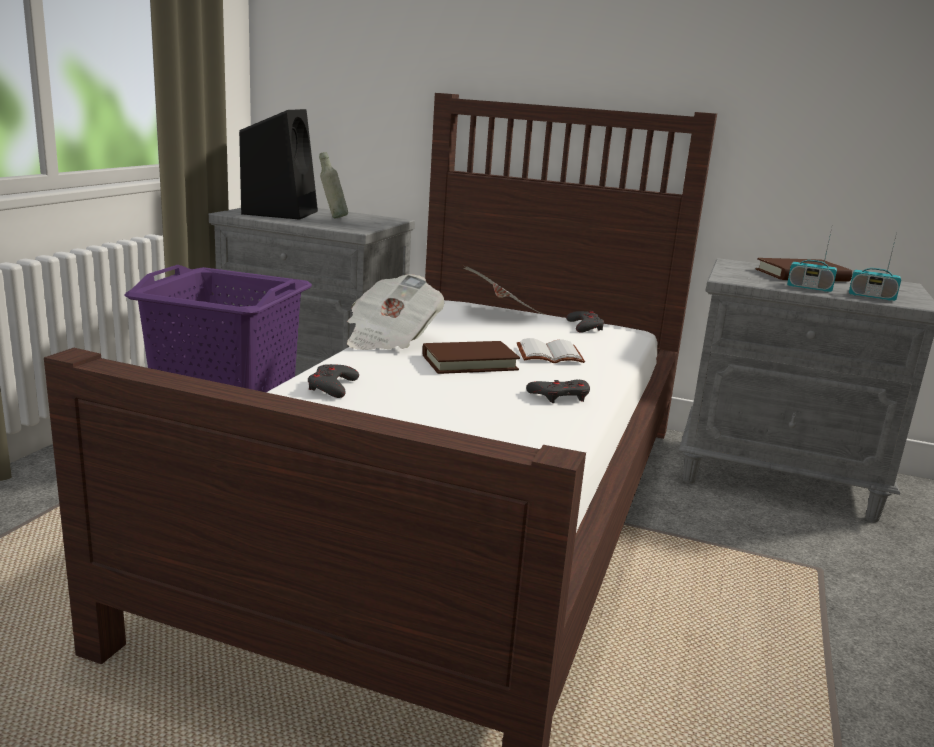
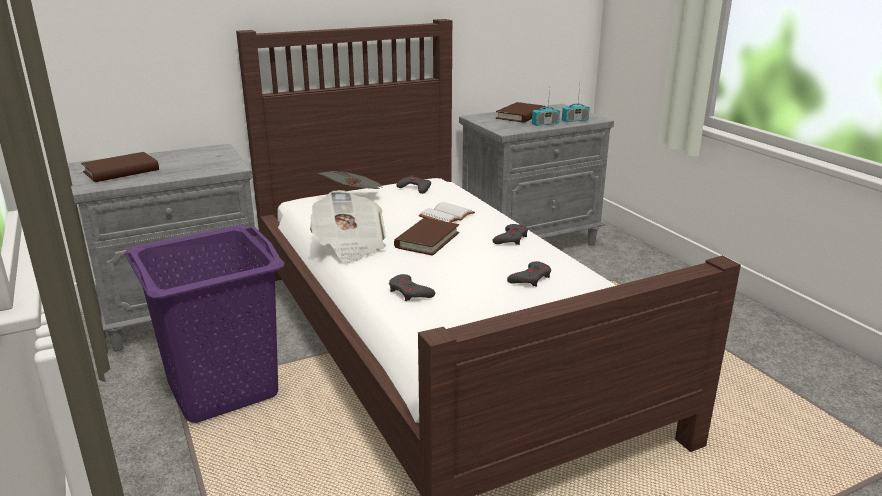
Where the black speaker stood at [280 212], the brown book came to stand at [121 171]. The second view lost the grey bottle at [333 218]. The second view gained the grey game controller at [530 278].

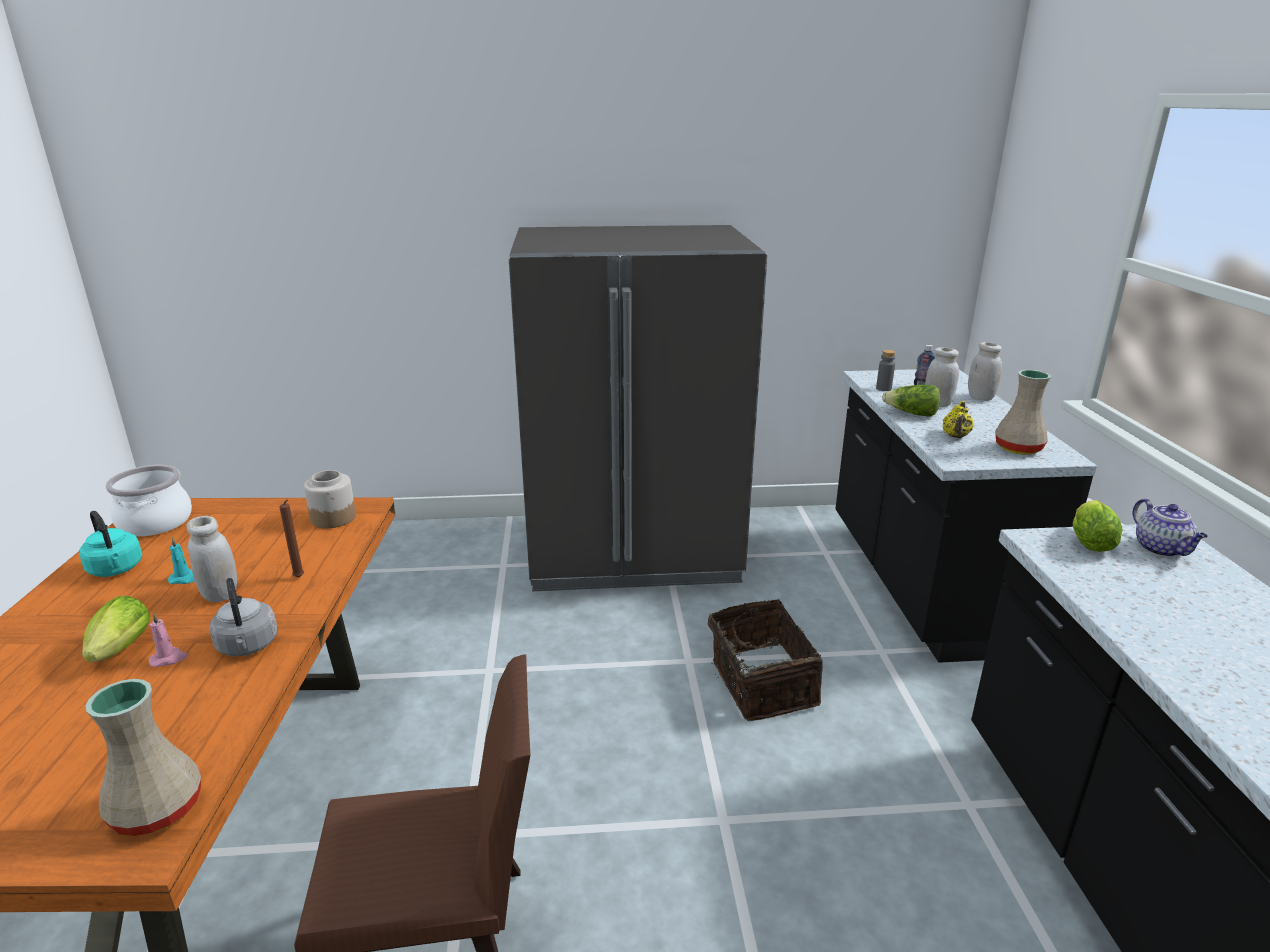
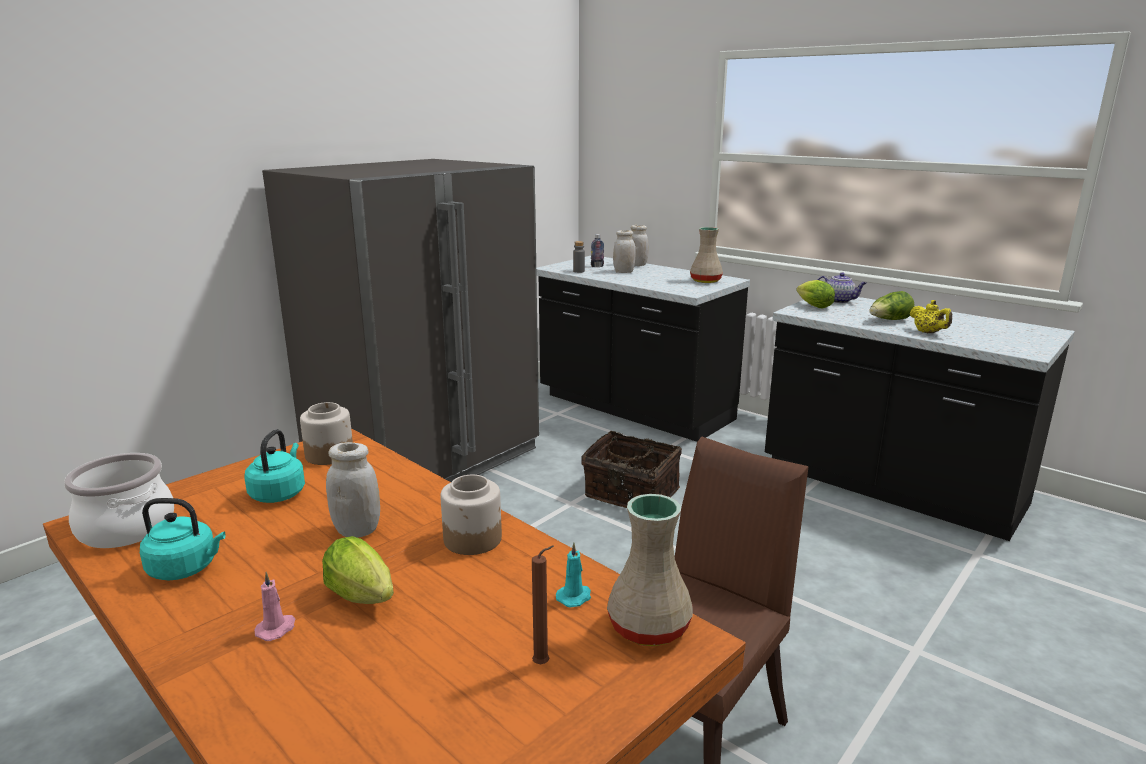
The lettuce ended up elsewhere, having gone from [911 414] to [889 320]. The yellow teapot ended up elsewhere, having gone from [955 436] to [928 332]. The brown candle ended up elsewhere, having gone from [300 578] to [543 664]. The turquoise candle ended up elsewhere, having gone from [185 579] to [575 597]. Where the grey kettle stood at [248 647], the jar came to stand at [473 539]. The pink candle ended up elsewhere, having gone from [169 659] to [277 629]. The second view gained the turquoise kettle at [279 493].

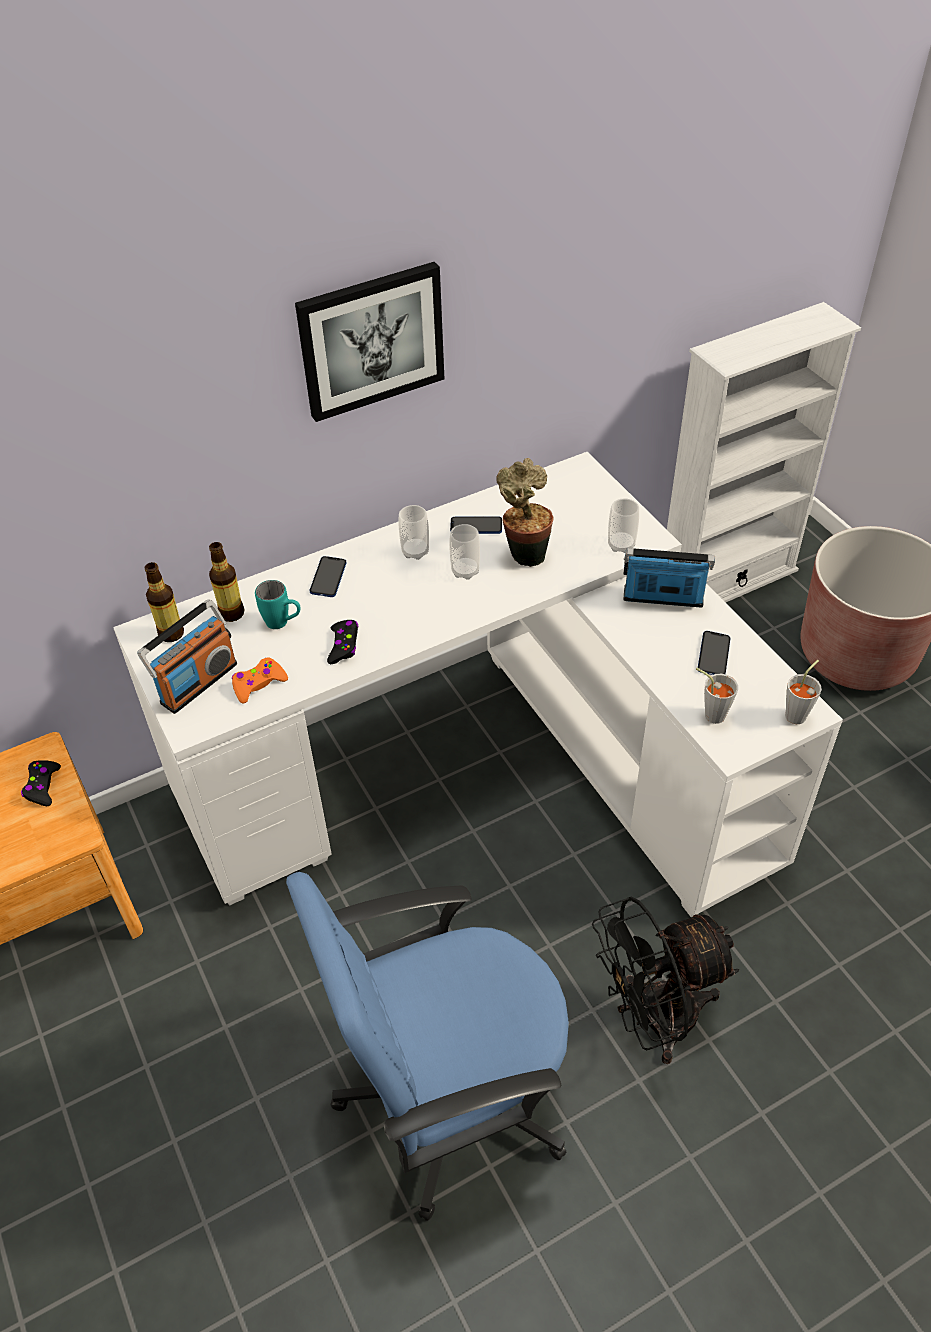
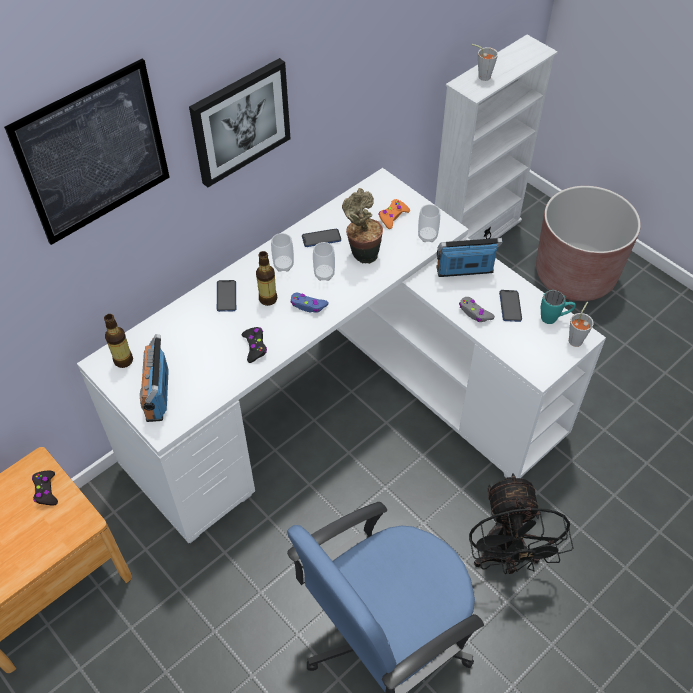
The bottle ended up elsewhere, having gone from [231 613] to [268 299]. The turquoise mug ended up elsewhere, having gone from [283 623] to [554 318]. The radio at [198 683] ended up facing another way, 150 degrees clockwise from before. The orange game controller ended up elsewhere, having gone from [258 684] to [393 216]. The grey cup ended up elsewhere, having gone from [710 713] to [481 76]. The black fan at [653 1018] ended up facing another way, 60 degrees counterclockwise from before. The second view gained the picture at [94 153]. The second view gained the blue game controller at [308 305]. The second view gained the grey game controller at [474 313].

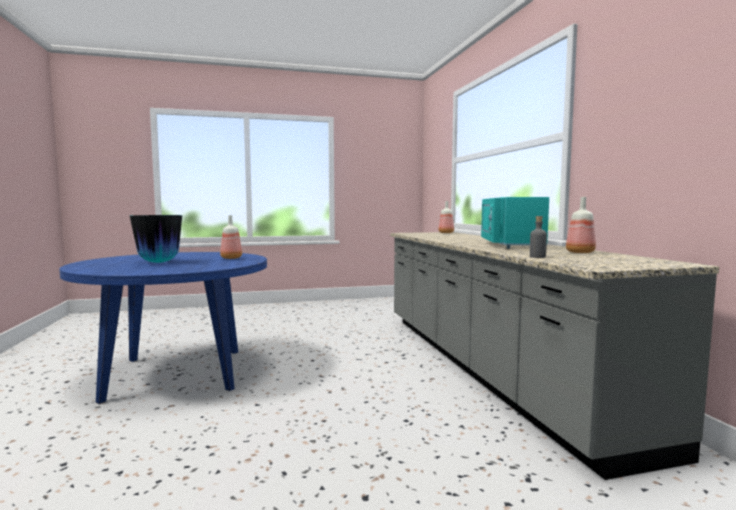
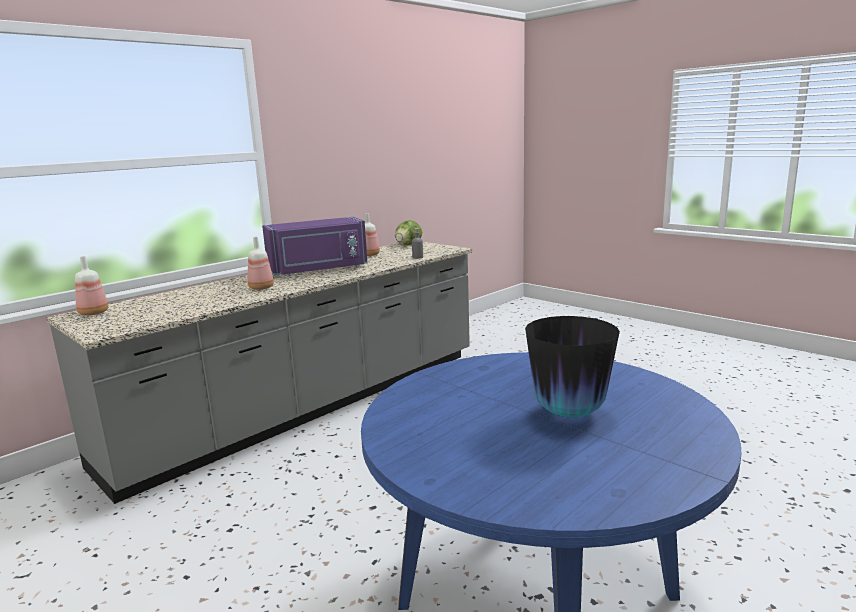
What was the turquoise microwave at [509 245] turned into the purple microwave at [319 270]. The bottle ended up elsewhere, having gone from [230 258] to [261 288]. The second view gained the lettuce at [408 245].

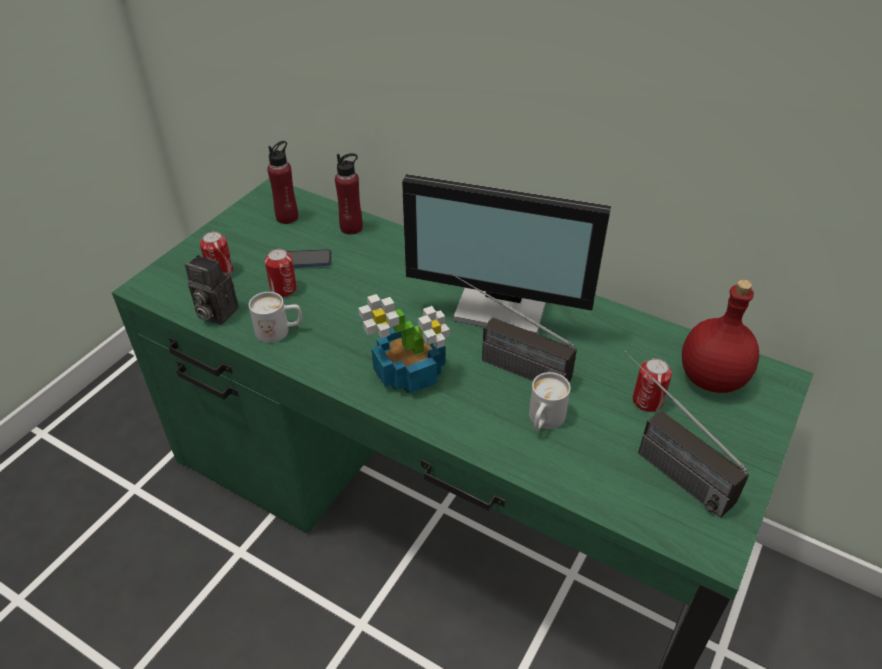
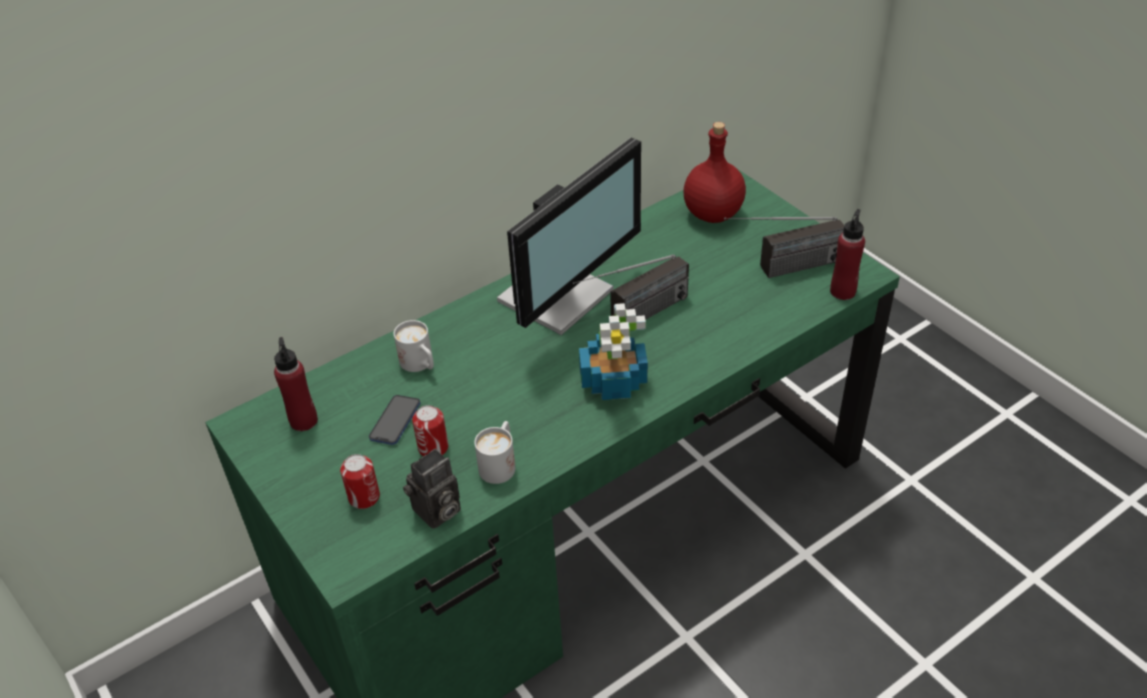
The red bottle ended up elsewhere, having gone from [351 228] to [843 291]. The second view lost the can at [647 401]. The white mug ended up elsewhere, having gone from [543 421] to [420 364].

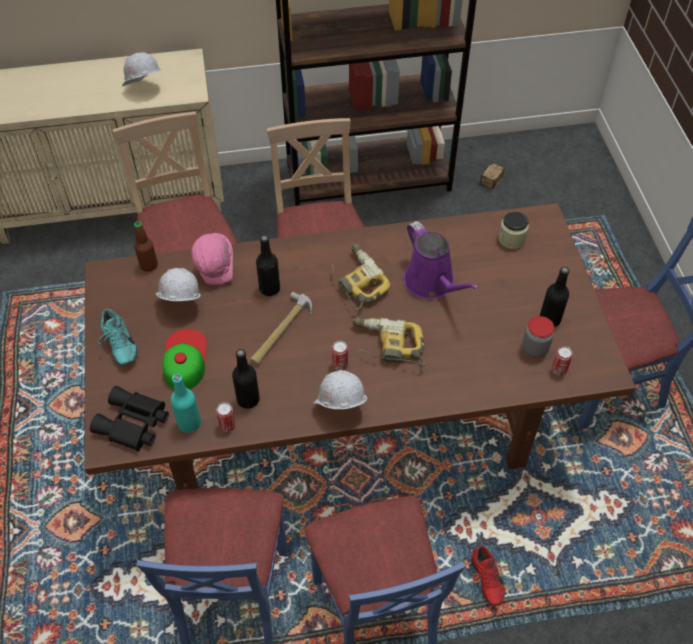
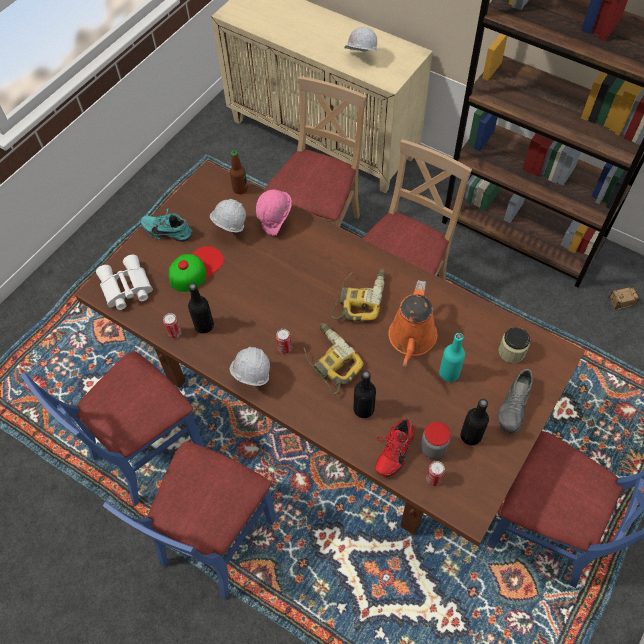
What was the purple watering can at [432 283] turned into the orange watering can at [411 340]. The black bottle ended up elsewhere, having gone from [269 289] to [363 409]. The second view lost the hammer at [280 331]. The turquoise shoe at [118 346] ended up facing another way, 90 degrees clockwise from before. The turquoise bottle ended up elsewhere, having gone from [189 423] to [449 373]. What was the black binoculars at [133 425] turned into the white binoculars at [125 288]. The red shoe ended up elsewhere, having gone from [484 579] to [392 450]. The second view gained the grey shoe at [514 406].

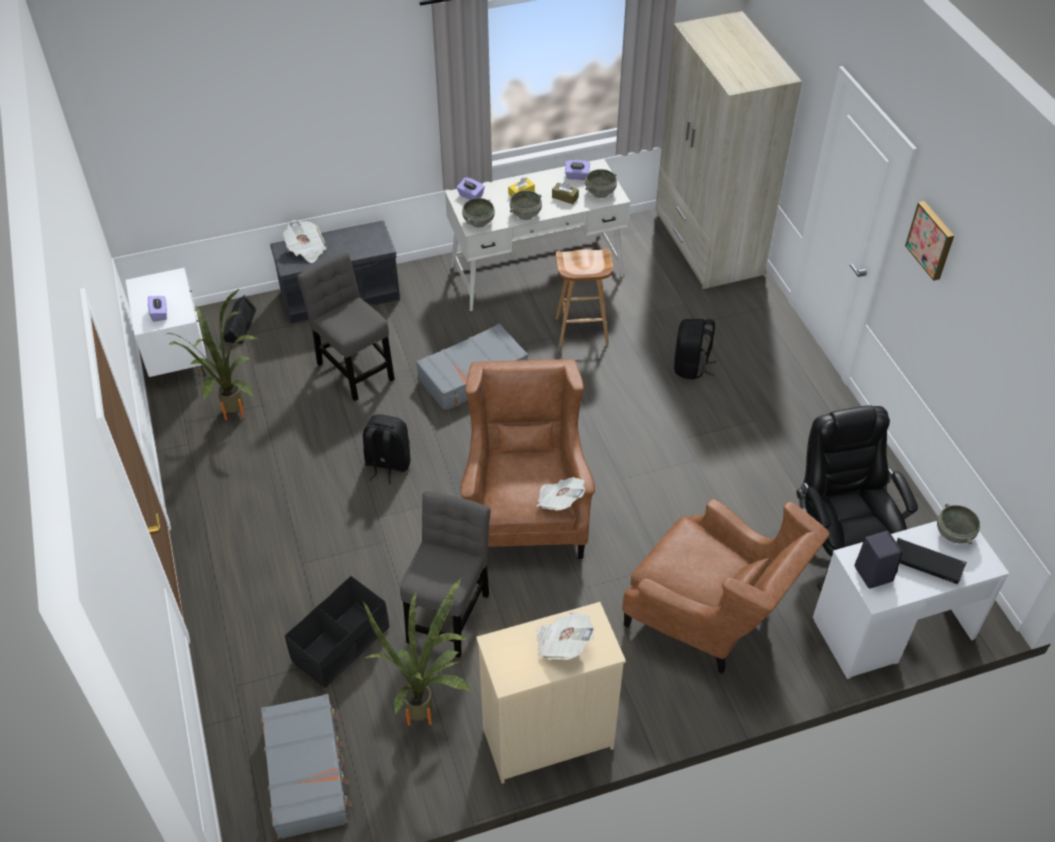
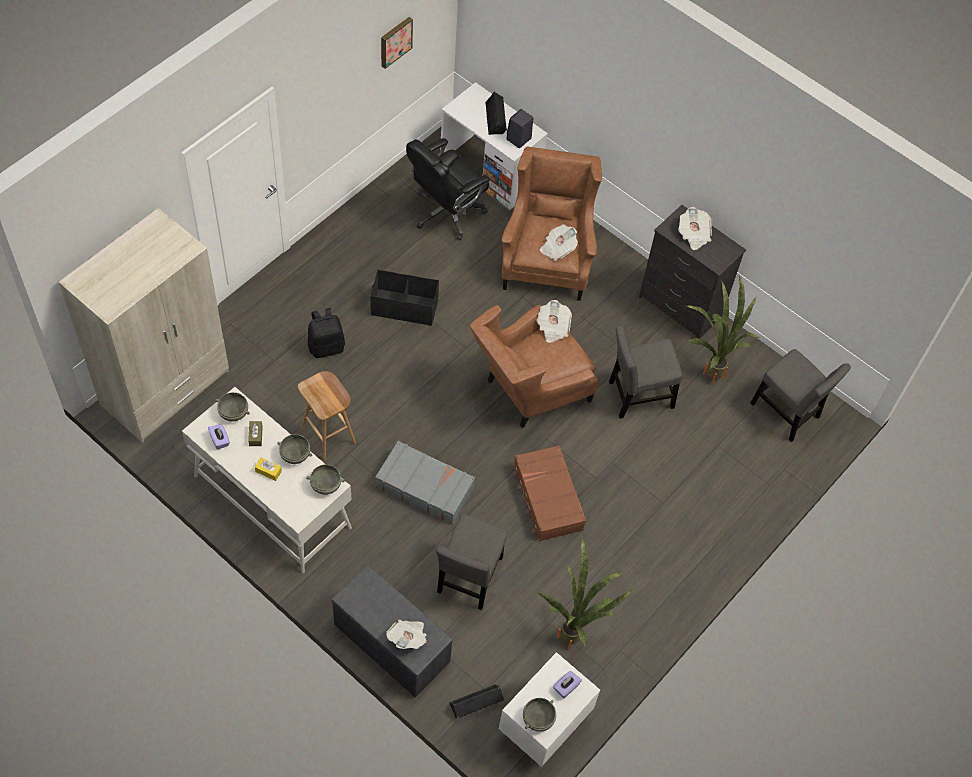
The second view lost the purple tissue box at [470 196]. The picture ended up elsewhere, having gone from [932 240] to [395 41]. Where the black backpack stood at [387 464], the brown suitcase came to stand at [547 498]. The grey bowl ended up elsewhere, having gone from [953 534] to [538 719]. The black storage box ended up elsewhere, having gone from [341 644] to [404 307]. What was the beige dresser at [546 738] turned into the black dresser at [680 307]. Where the grey suitcase stood at [307 771], the grey chair came to stand at [787 413]. The second view gained the newspaper at [557 248].

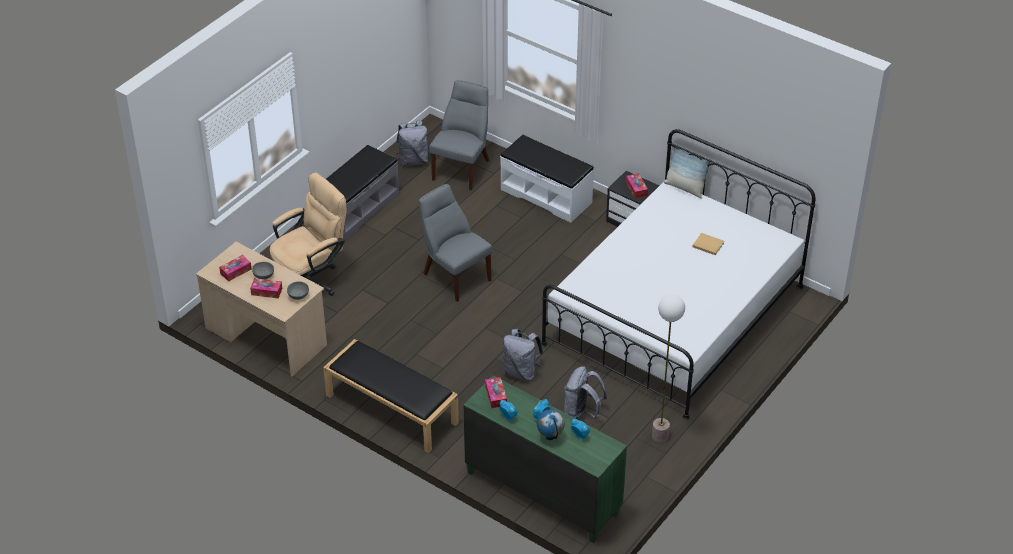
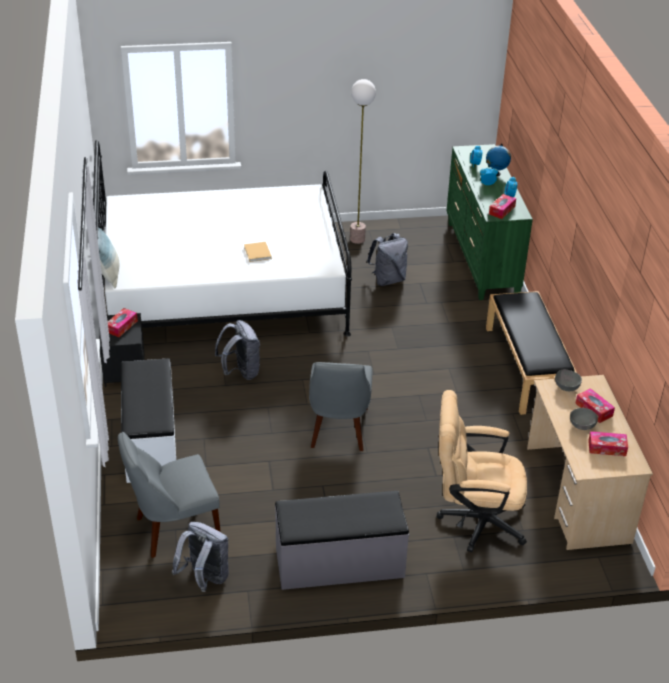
The beige book ended up elsewhere, having gone from [707 244] to [257 253]. The grey backpack ended up elsewhere, having gone from [521 371] to [240 372].

